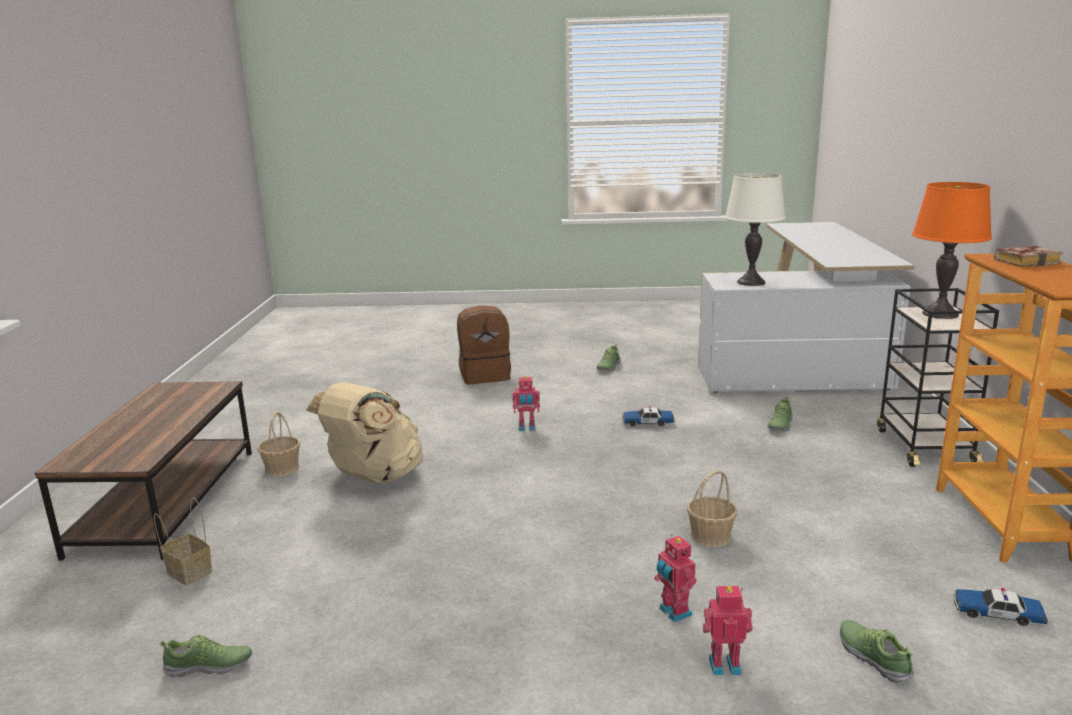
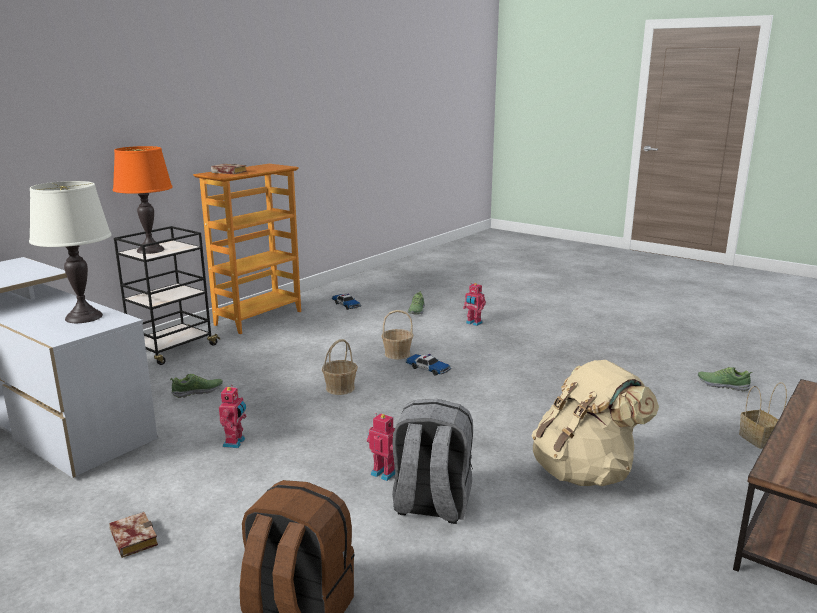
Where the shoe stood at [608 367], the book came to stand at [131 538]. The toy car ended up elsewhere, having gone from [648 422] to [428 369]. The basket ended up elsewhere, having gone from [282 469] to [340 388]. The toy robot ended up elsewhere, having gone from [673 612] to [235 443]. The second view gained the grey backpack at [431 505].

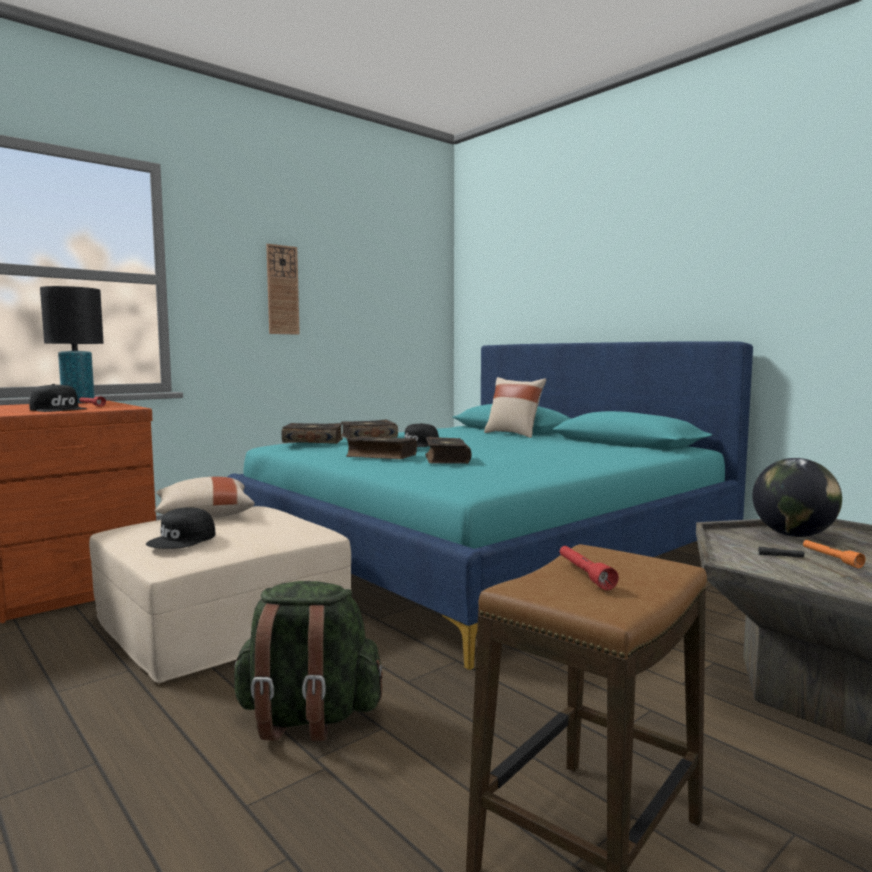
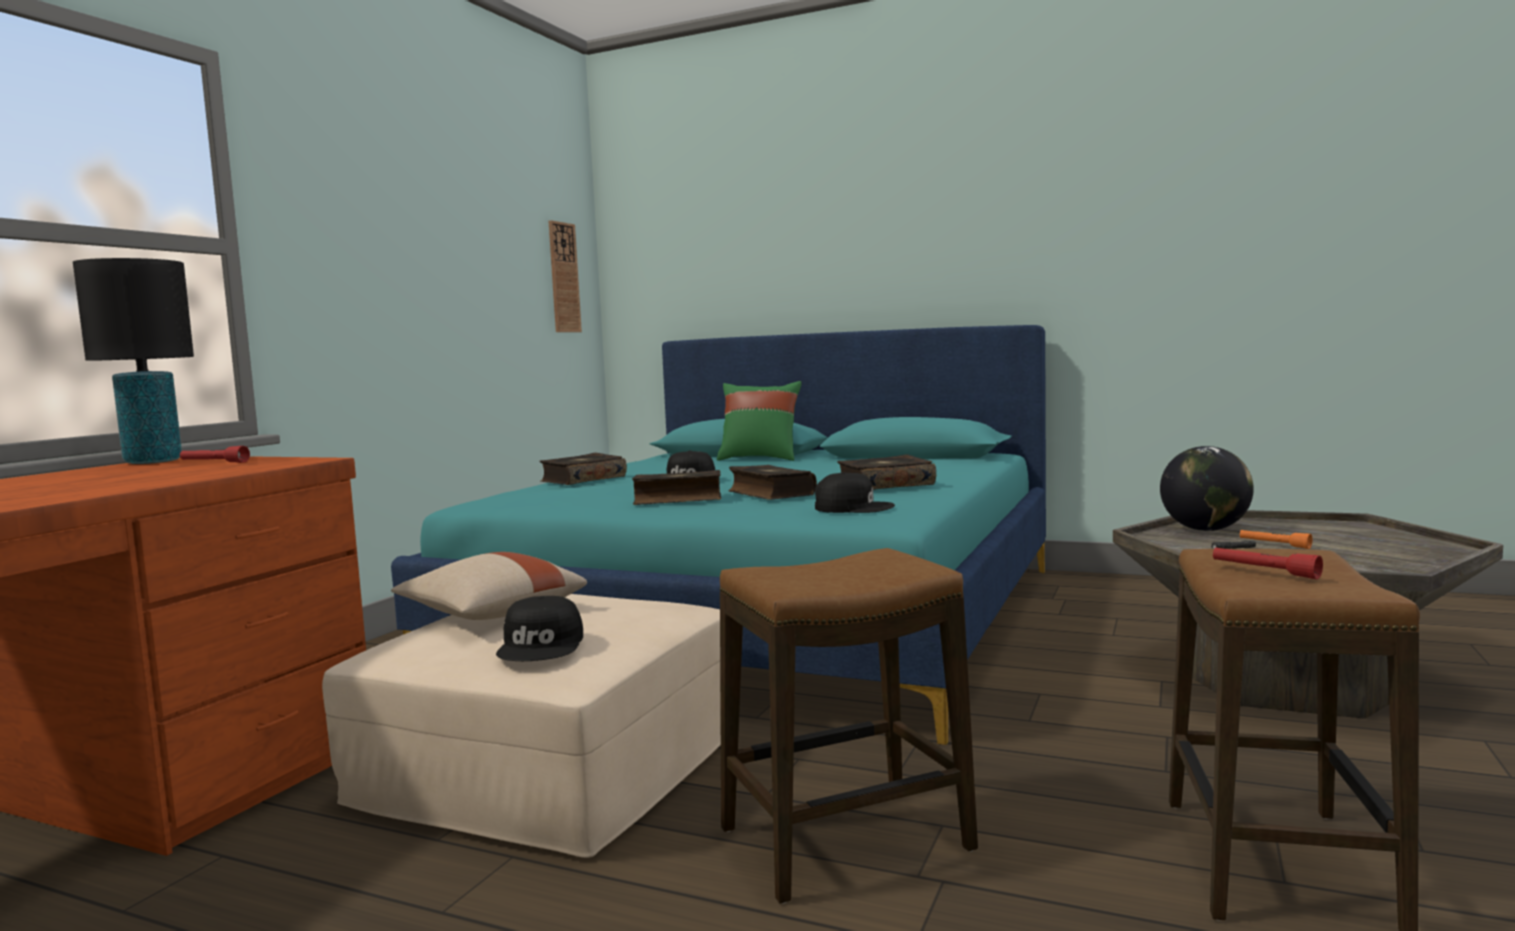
The wall clock ended up elsewhere, having gone from [282 290] to [564 277]. What was the beige pillow at [514 434] turned into the green pillow at [760 458]. The black cap ended up elsewhere, having gone from [59 409] to [853 507]. The book ended up elsewhere, having gone from [313 441] to [885 485]. Where the green backpack stood at [307 718], the stool came to stand at [845 840].

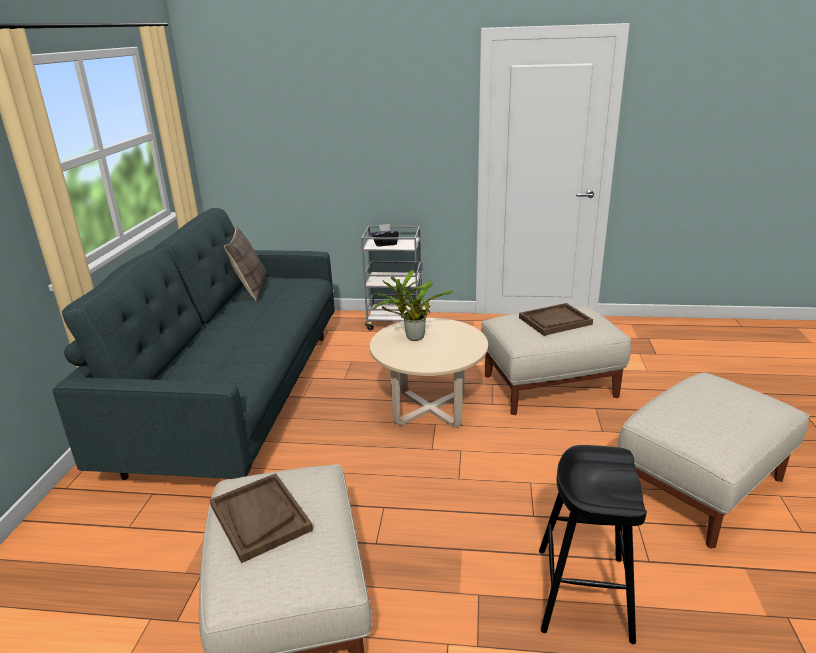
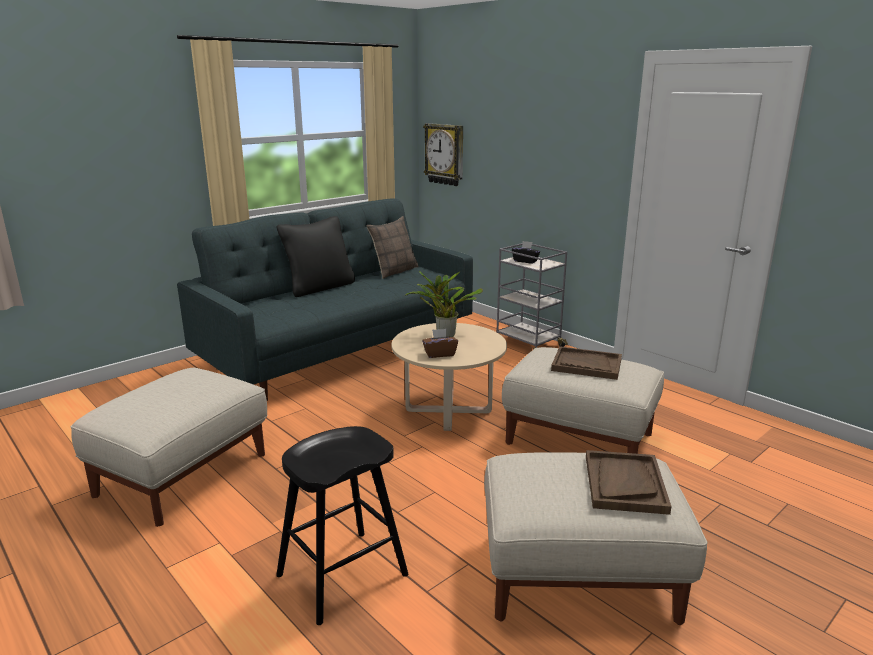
The brown tray ended up elsewhere, having gone from [260 518] to [624 483]. The second view gained the wall clock at [445 154]. The second view gained the black pillow at [319 287]. The second view gained the brown tissue box at [439 354].

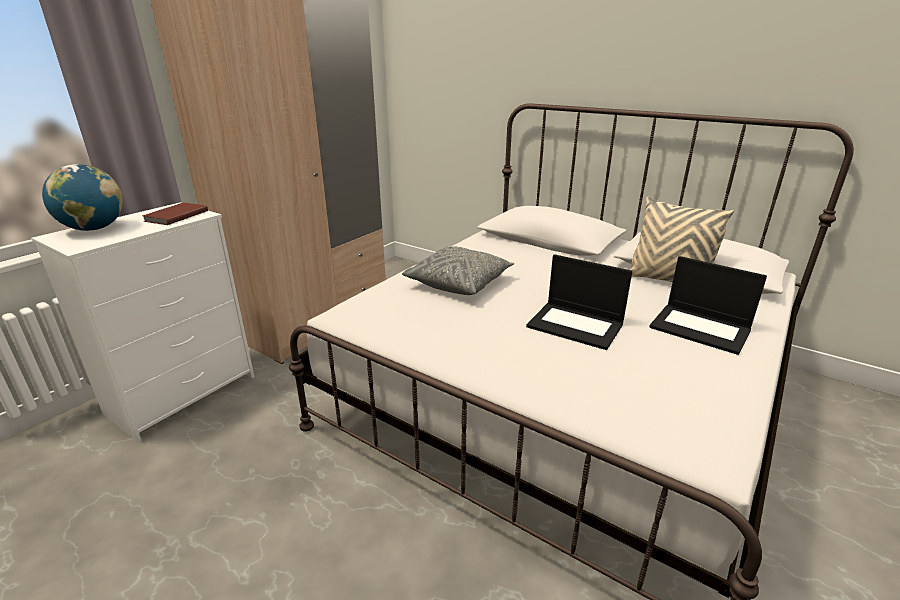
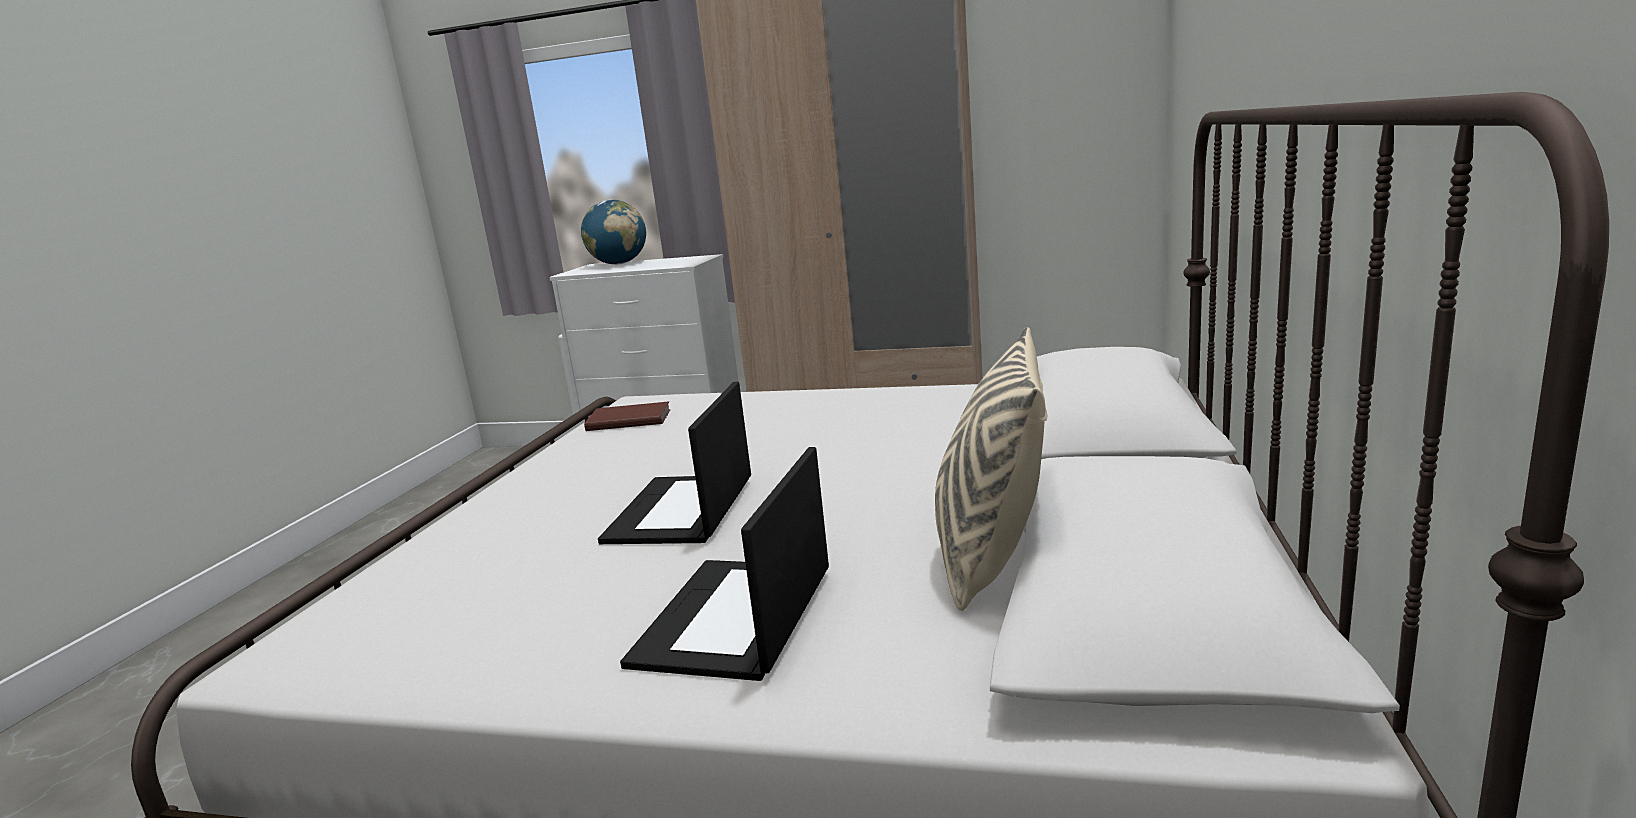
The brown book ended up elsewhere, having gone from [175 216] to [628 419]. The second view lost the grey pillow at [459 283].

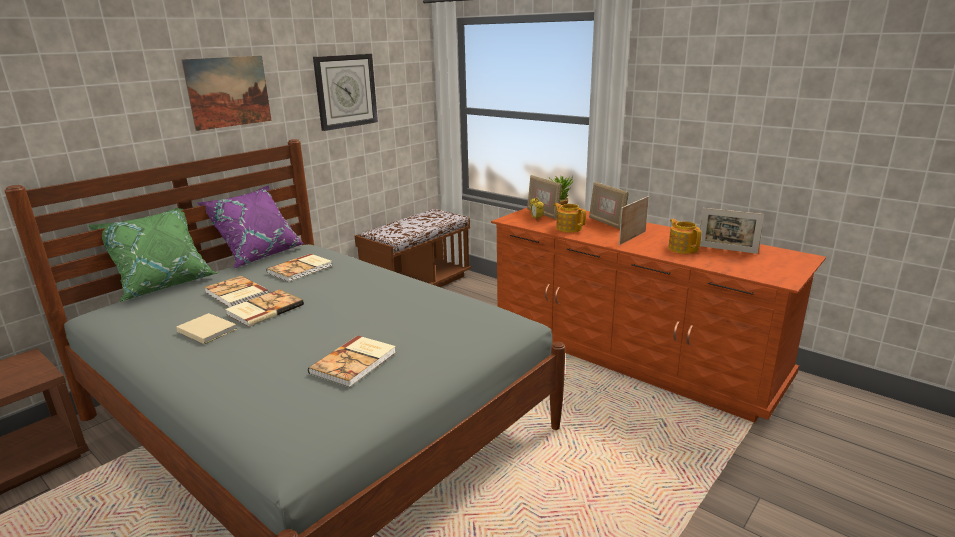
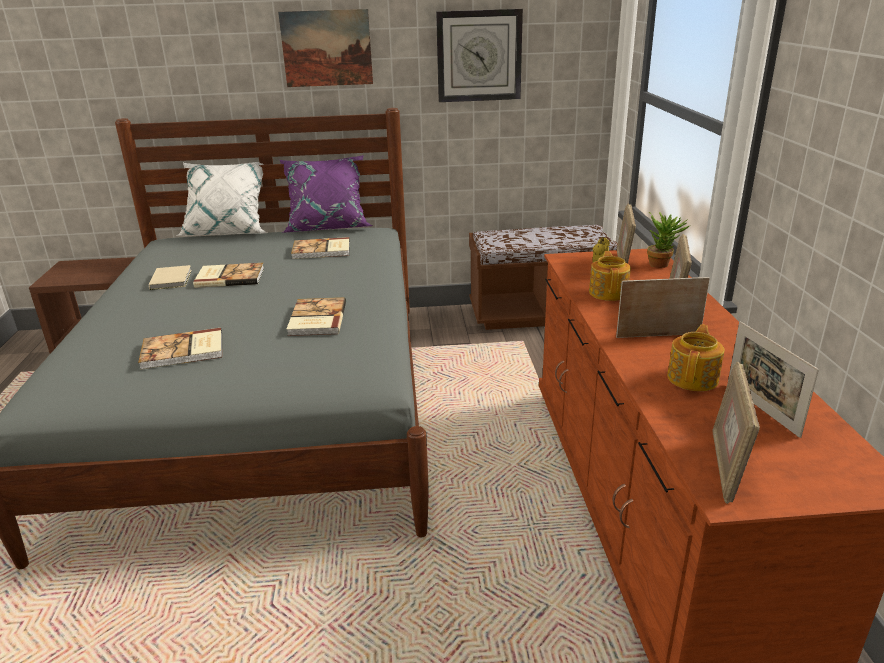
What was the green pillow at [163 285] turned into the white pillow at [228 231]. The book ended up elsewhere, having gone from [236 294] to [316 319]. The second view gained the picture frame at [726 467].

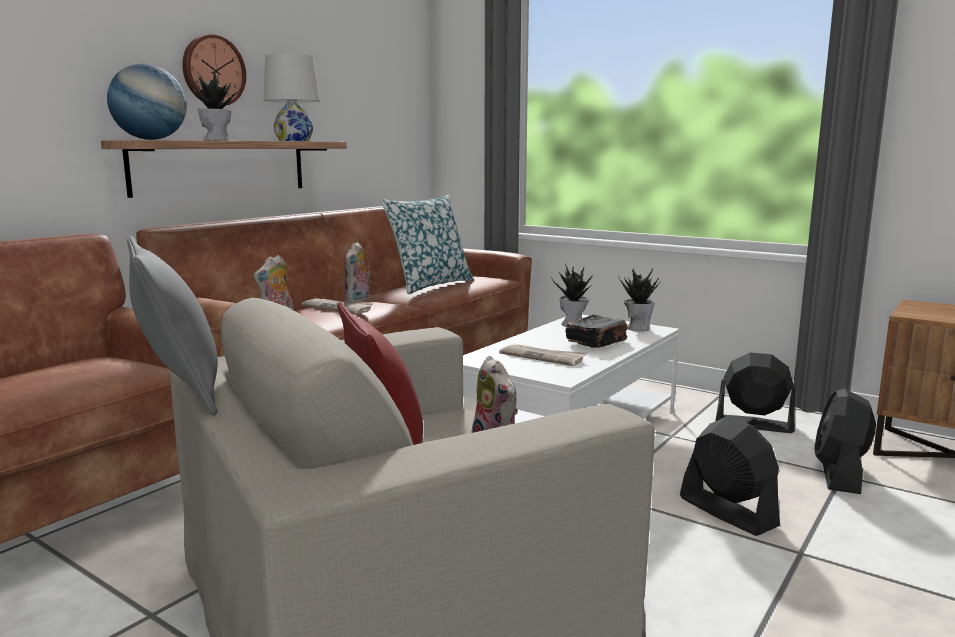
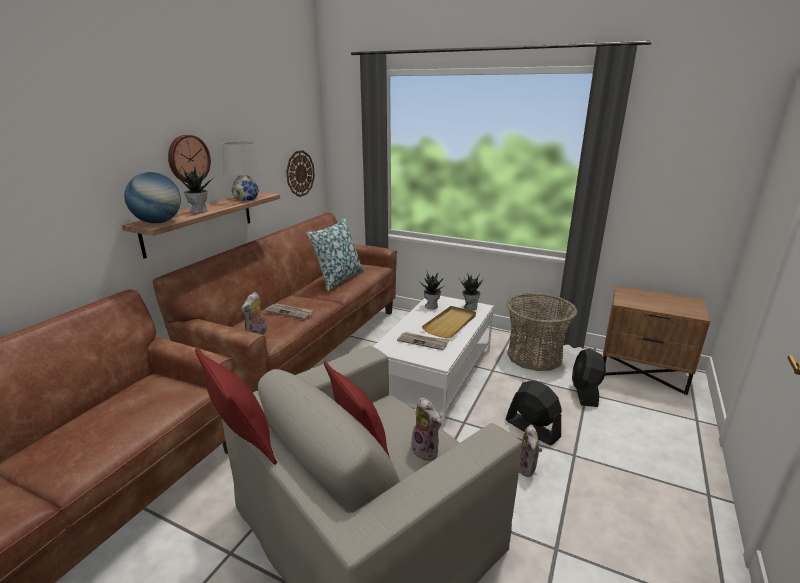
What was the grey pillow at [180 392] turned into the red pillow at [243 441]. The plush toy ended up elsewhere, having gone from [358 301] to [527 468]. Where the black book stood at [597 342], the beige tray came to stand at [450 324]. Where the black fan stood at [753 424], the basket came to stand at [534 356]. The second view gained the wall clock at [300 173].

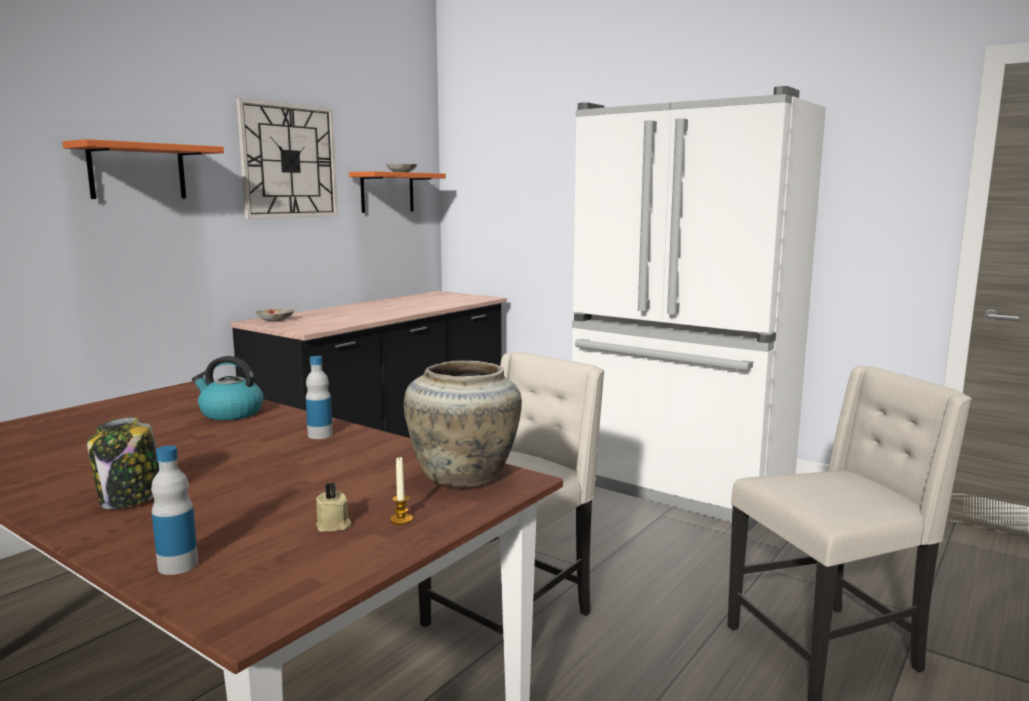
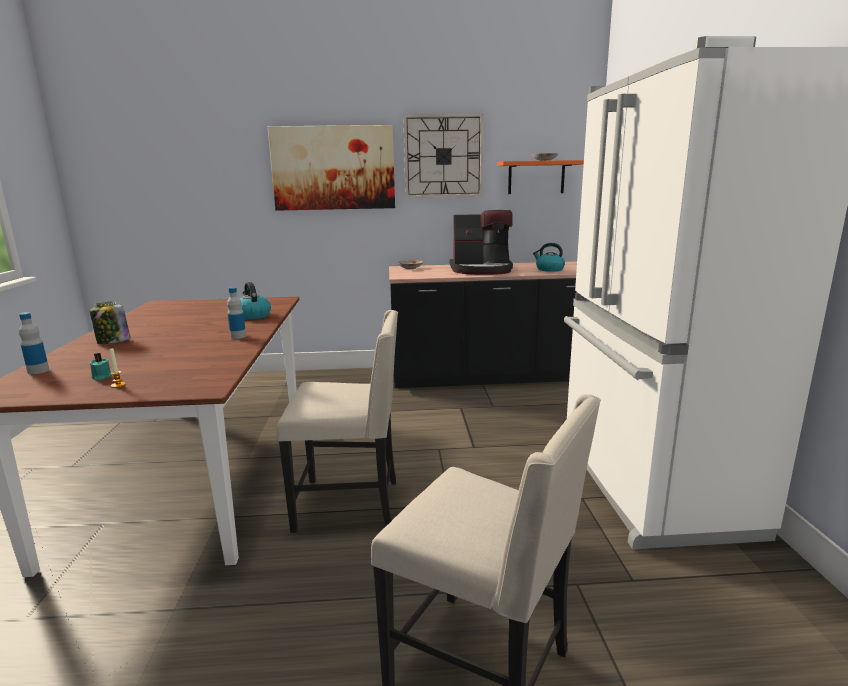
Where the orange shelf hung at [137 172], the picture came to hang at [333 168]. The second view lost the beige vase at [465 476]. What was the beige candle at [333 525] turned into the turquoise candle at [101 377]. The second view gained the coffee machine at [481 270]. The second view gained the kettle at [549 269].

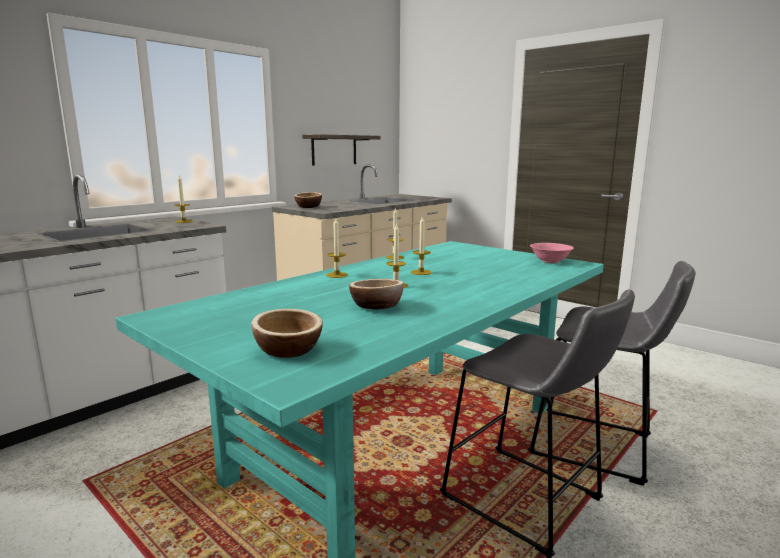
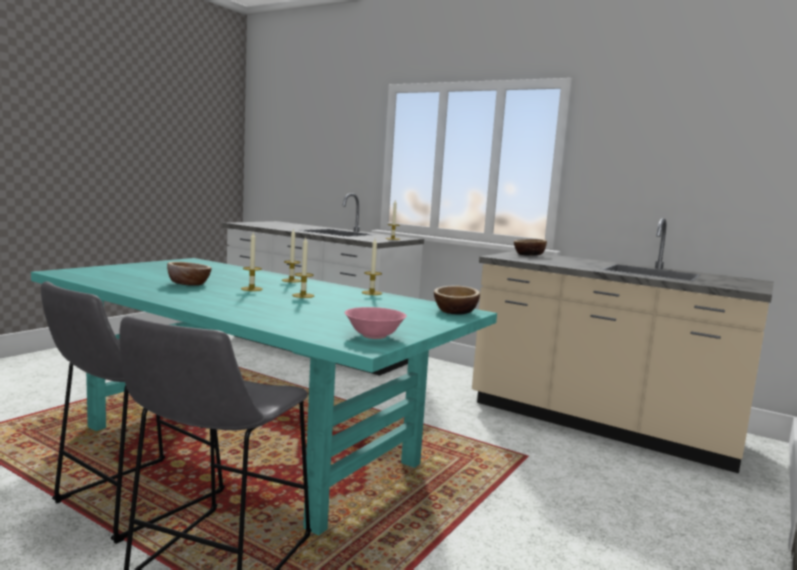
The second view lost the shelf at [334 150]. The bowl ended up elsewhere, having gone from [288 350] to [455 311].

